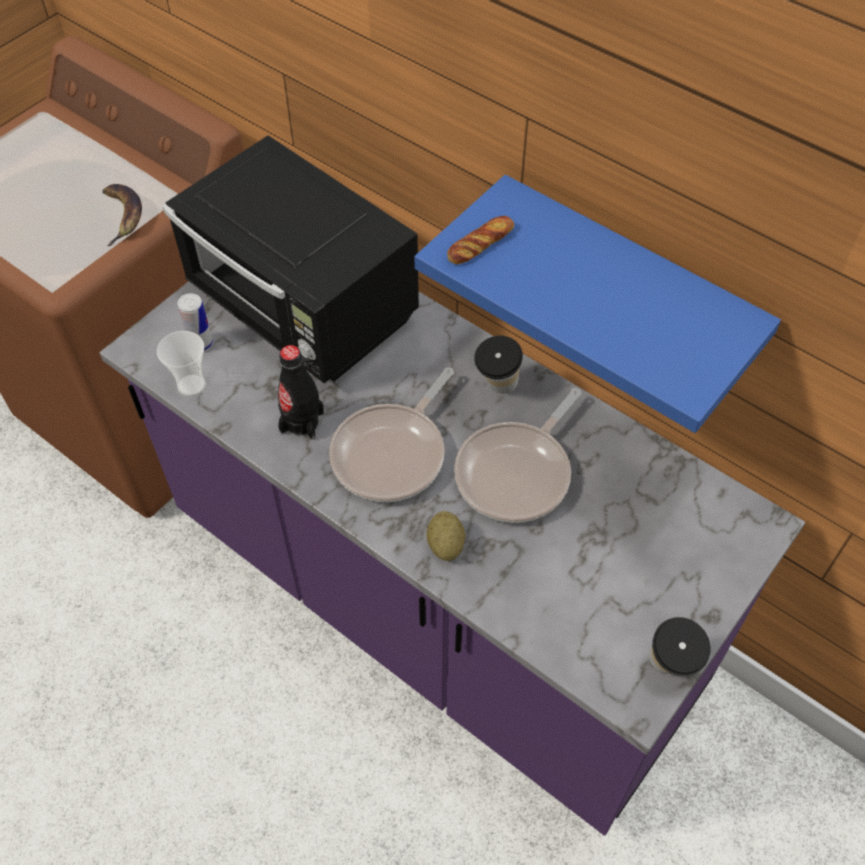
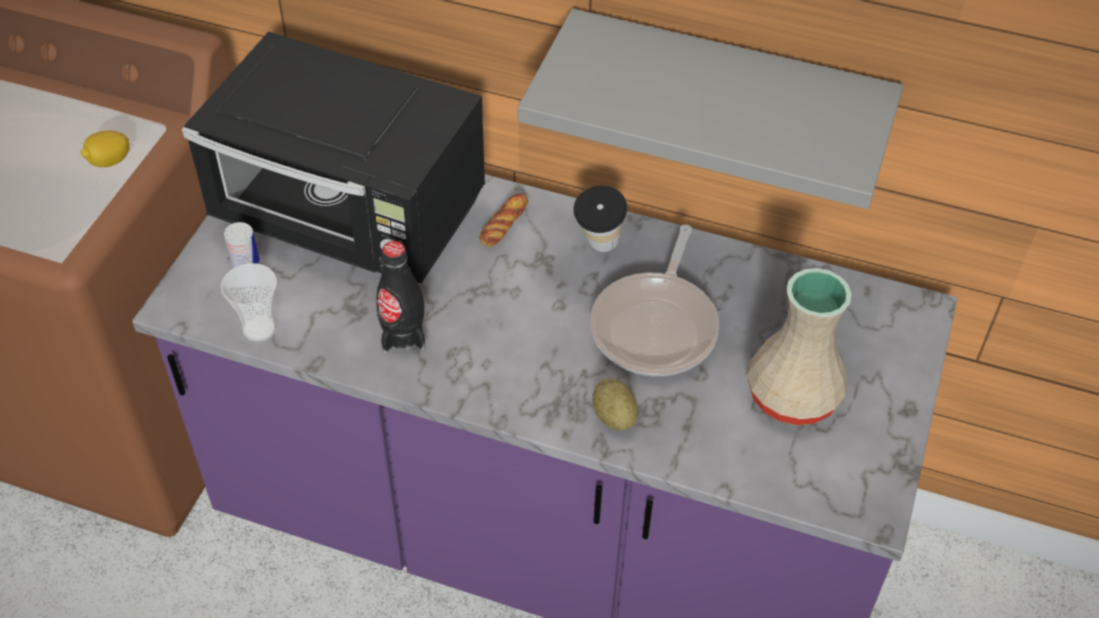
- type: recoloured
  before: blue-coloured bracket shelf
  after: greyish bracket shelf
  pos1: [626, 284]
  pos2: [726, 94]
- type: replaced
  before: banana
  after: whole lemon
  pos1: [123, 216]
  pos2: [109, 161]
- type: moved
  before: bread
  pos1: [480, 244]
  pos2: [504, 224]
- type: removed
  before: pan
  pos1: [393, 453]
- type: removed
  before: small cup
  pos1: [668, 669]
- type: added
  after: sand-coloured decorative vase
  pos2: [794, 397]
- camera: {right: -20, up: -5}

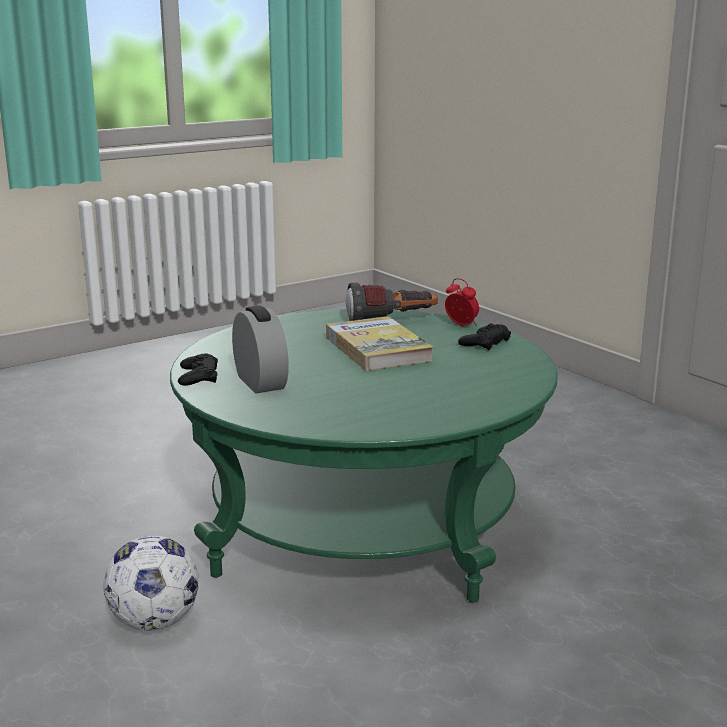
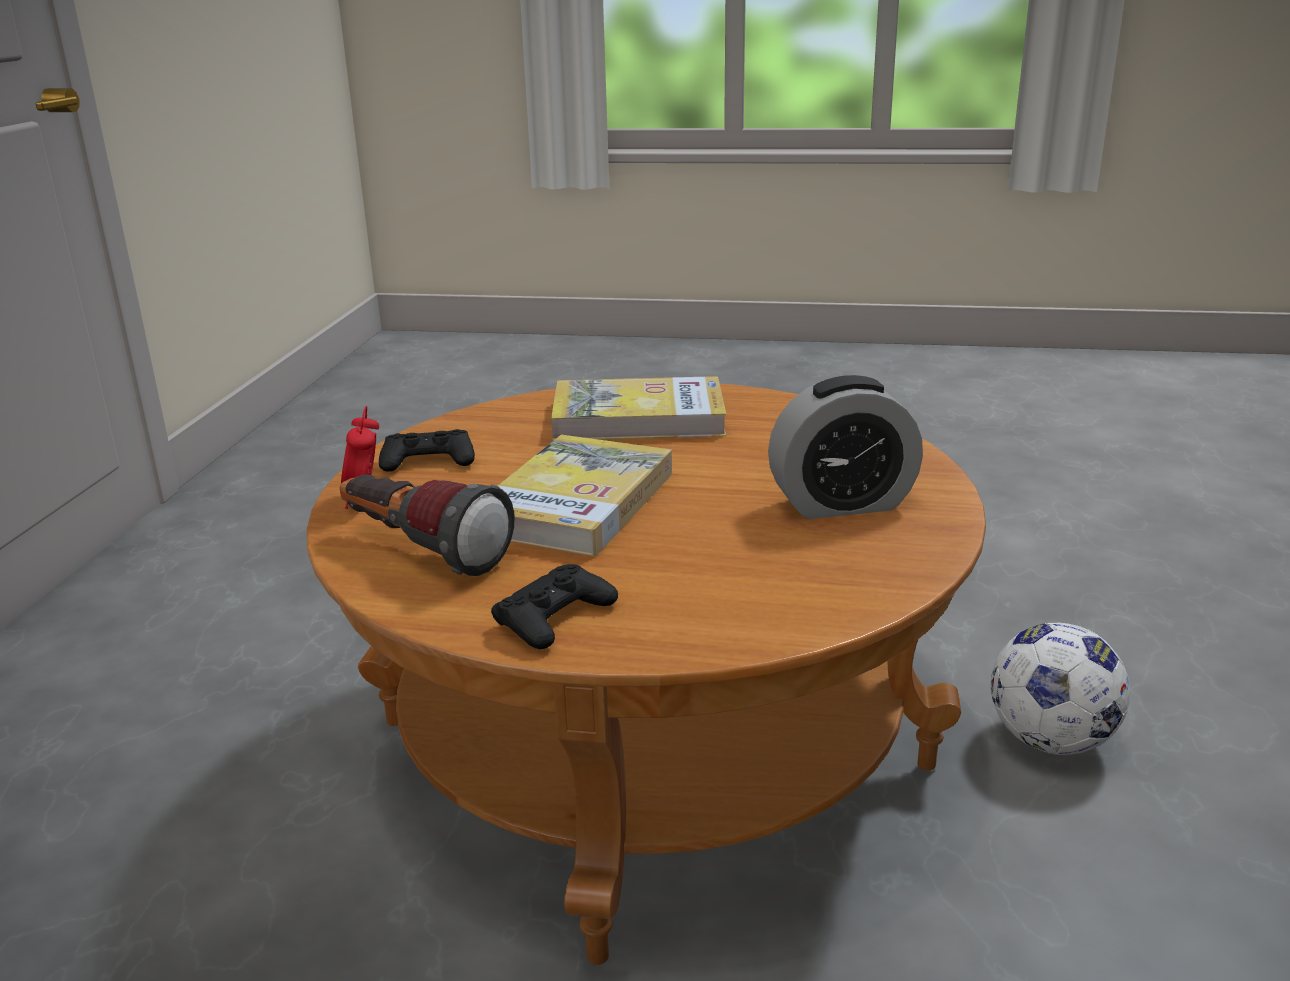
- type: turned
  before: alarm clock
  pos1: [260, 382]
  pos2: [841, 504]
  turn: -120
- type: recoloured
  before: greenish lounge table
  after: brownish lounge table
  pos1: [363, 525]
  pos2: [651, 744]
- type: moved
  before: blackish gamepad
  pos1: [198, 376]
  pos2: [554, 617]
- type: added
  after: bound book
  pos2: [638, 418]
- camera: {right: -135, up: 5}

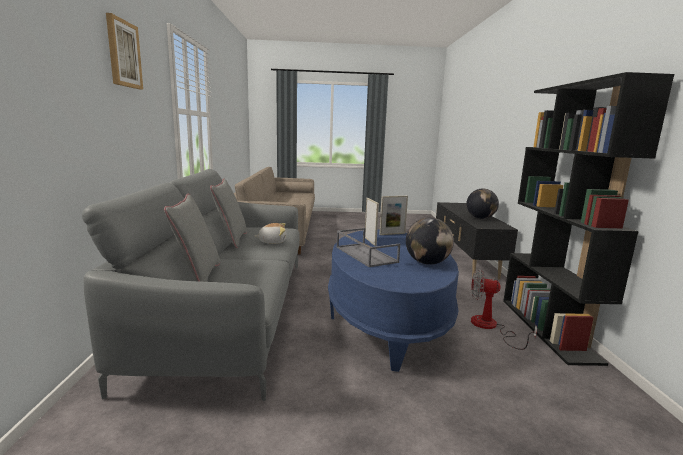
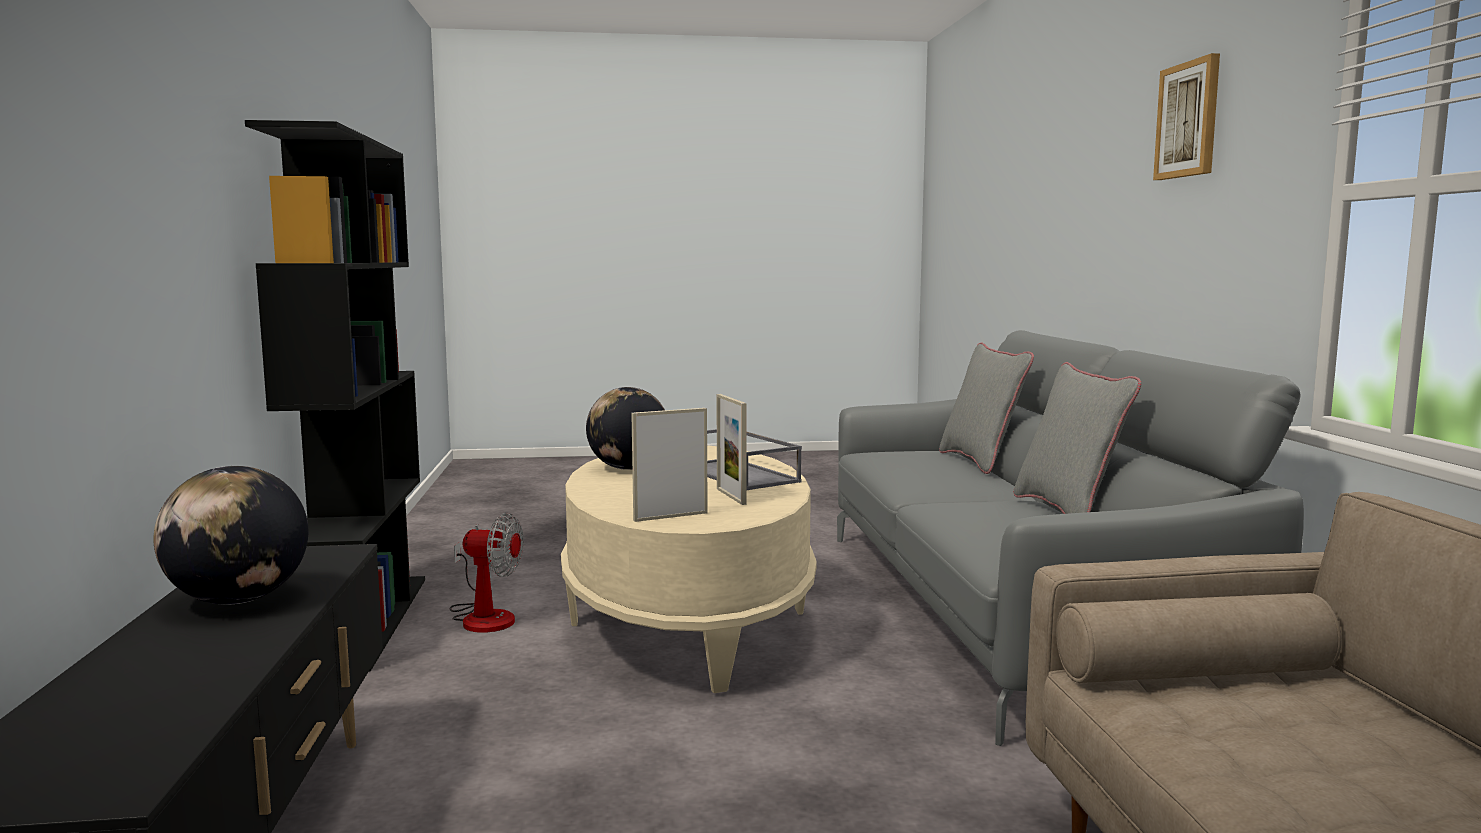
- type: removed
  before: cuddly toy
  pos1: [272, 241]
- type: recoloured
  before: blue-coloured lounge table
  after: sand-coloured lounge table
  pos1: [387, 319]
  pos2: [688, 618]
- camera: {right: 175, up: -5}

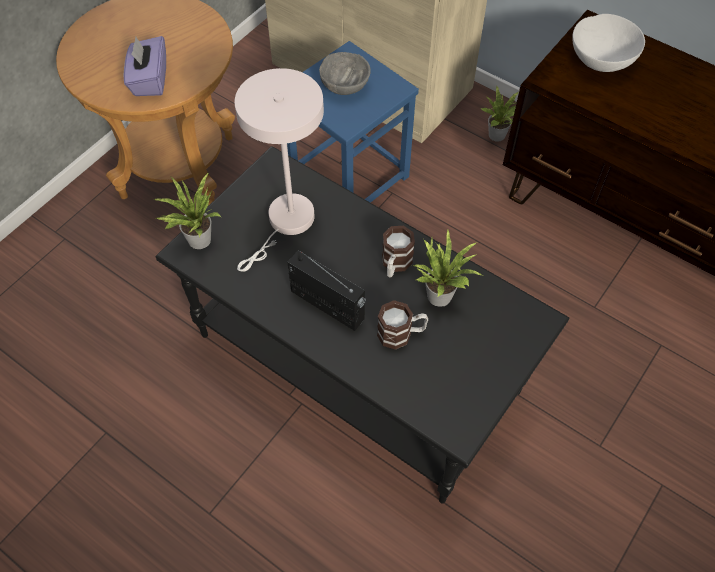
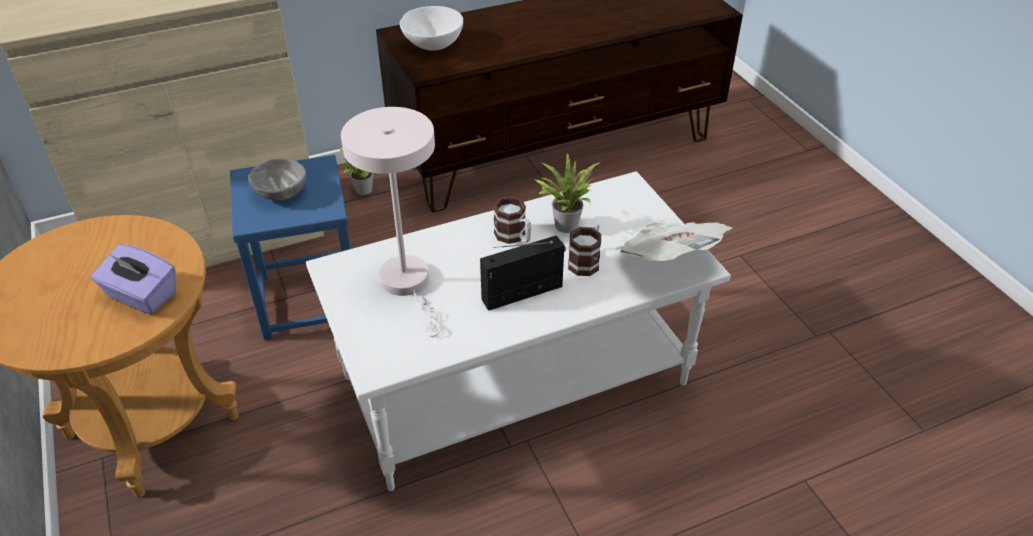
- type: recoloured
  before: blackish lounge table
  after: whitish lounge table
  pos1: [355, 365]
  pos2: [515, 383]
- type: removed
  before: potted plant
  pos1: [196, 239]
- type: added
  after: printed paper
  pos2: [668, 260]
- camera: {right: -60, up: -15}

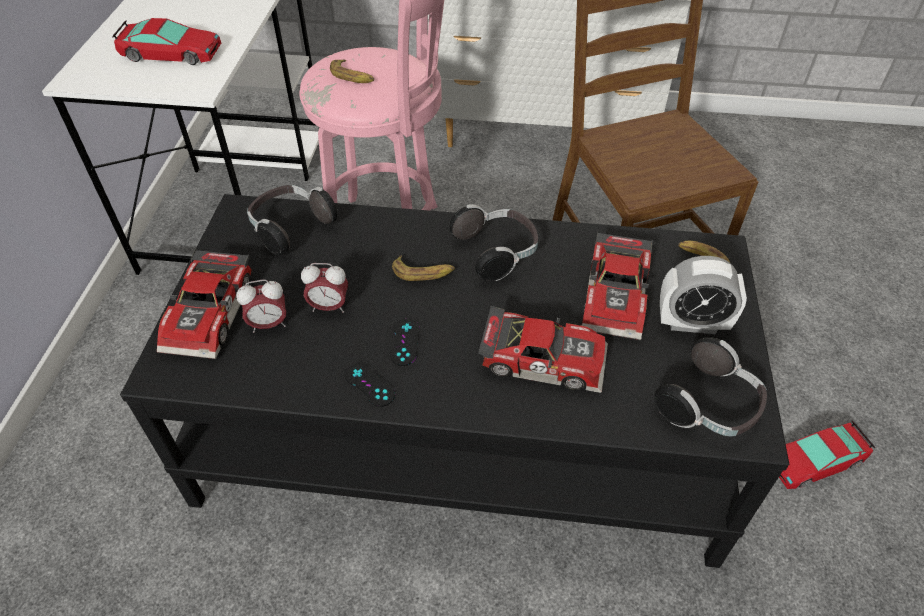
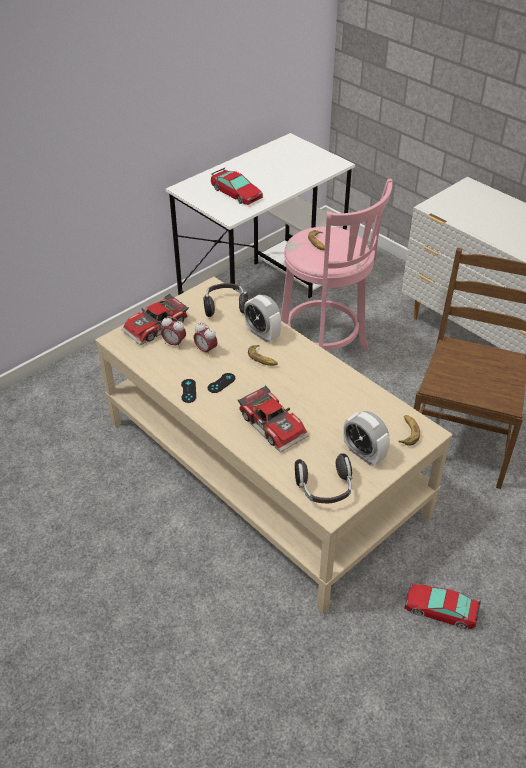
- type: recoloured
  before: blackish lounge table
  after: sand-coloured lounge table
  pos1: [463, 427]
  pos2: [263, 468]
- type: removed
  before: headphones
  pos1: [497, 252]
- type: removed
  before: miniature car
  pos1: [618, 296]
- type: added
  after: alarm clock
  pos2: [262, 334]
- camera: {right: 40, up: -5}

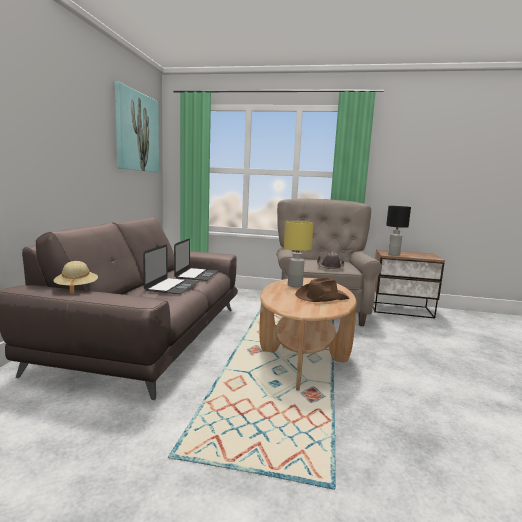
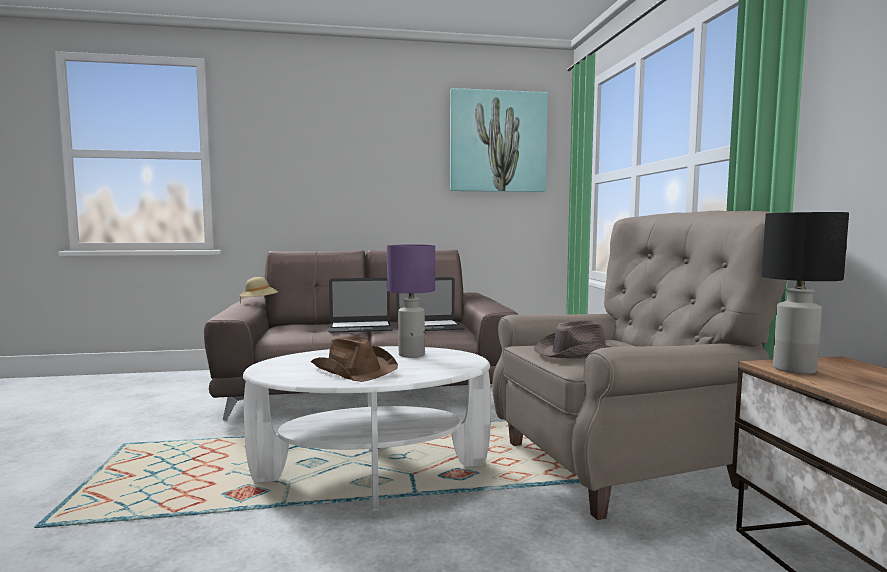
- type: recoloured
  before: yellow lamp for a table
  after: purple lamp for a table
  pos1: [294, 285]
  pos2: [411, 354]
- type: recoloured
  before: brownish lounge table
  after: whitish lounge table
  pos1: [303, 356]
  pos2: [372, 474]
- camera: {right: 70, up: -5}

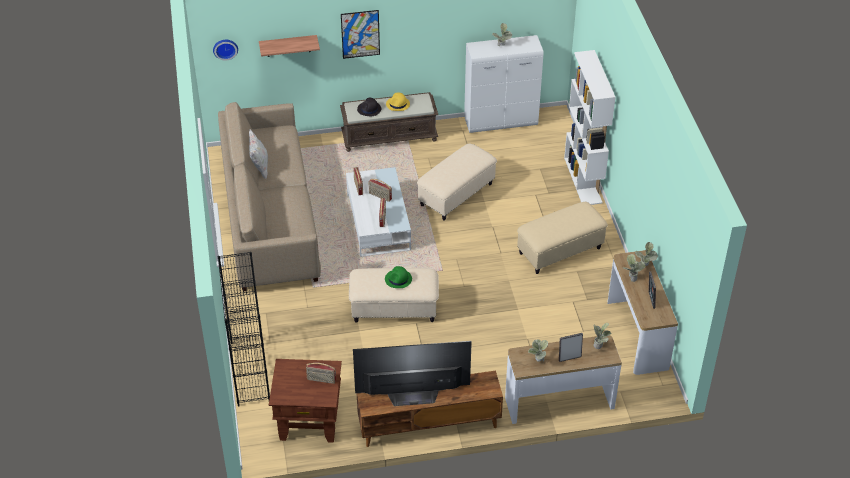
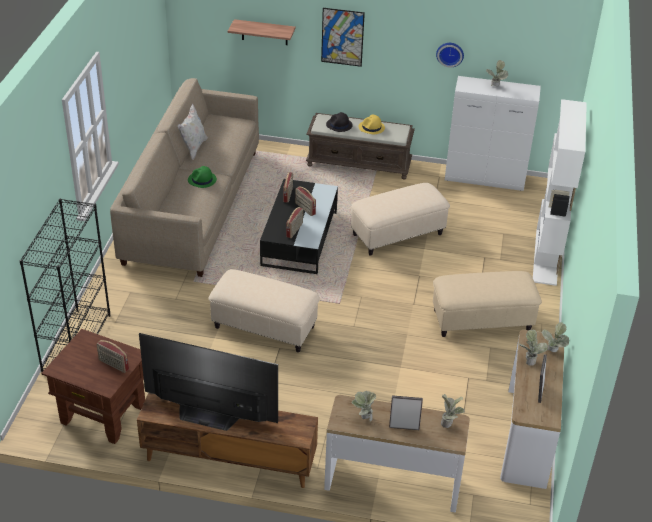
- type: moved
  before: clock on the wall
  pos1: [225, 48]
  pos2: [450, 53]
- type: recoloured
  before: whitish lounge table
  after: blackish lounge table
  pos1: [378, 222]
  pos2: [299, 238]
- type: moved
  before: greenish hat
  pos1: [398, 279]
  pos2: [202, 180]
- camera: {right: 20, up: -5}

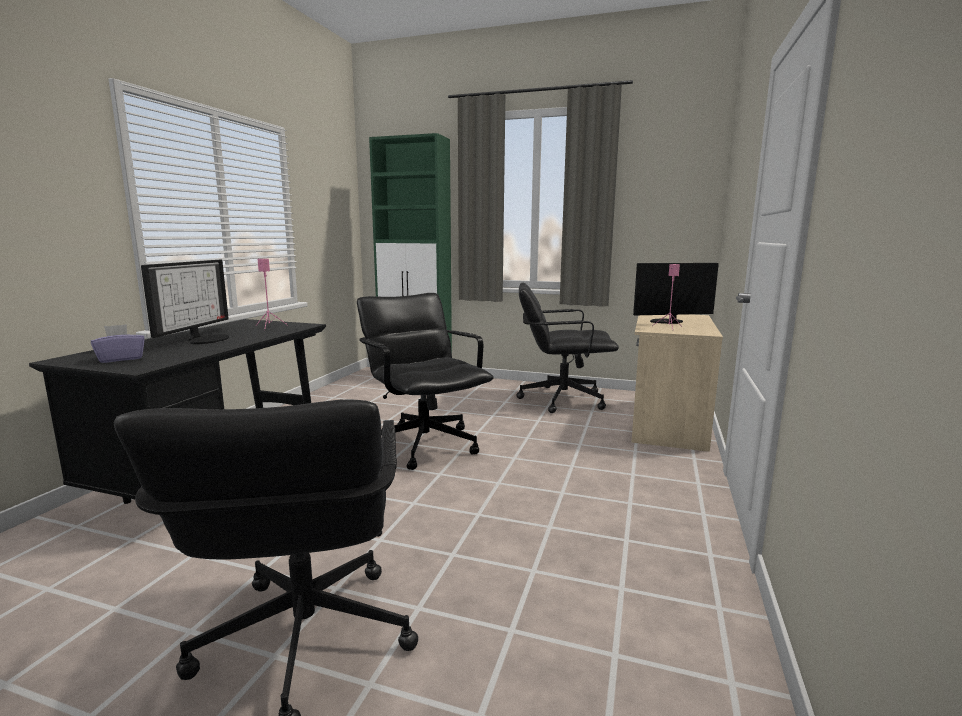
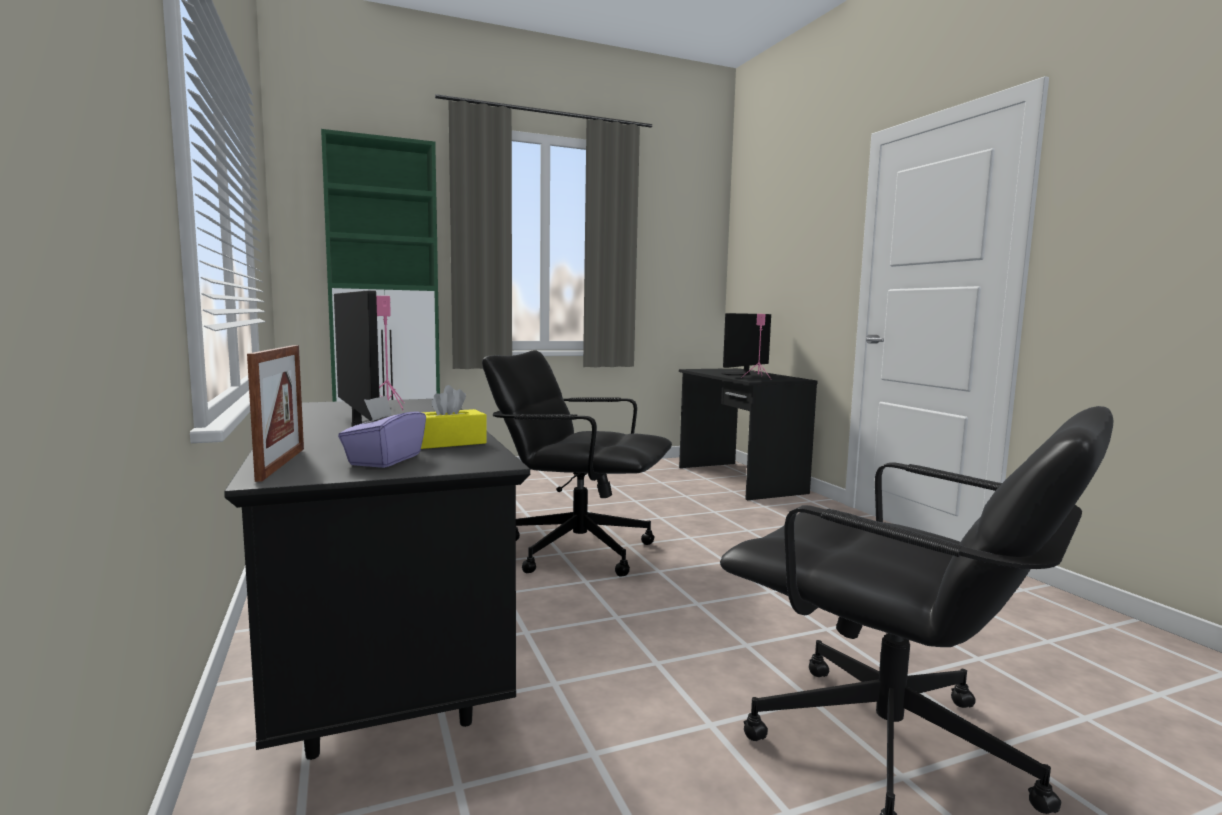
- type: removed
  before: blackish desk chair
  pos1: [561, 399]
- type: recoloured
  before: sand-coloured desk
  after: blackish desk
  pos1: [666, 423]
  pos2: [738, 480]
- type: added
  after: photo frame
  pos2: [281, 463]
- type: added
  after: yellow tissue box
  pos2: [448, 443]
- camera: {right: -40, up: -5}

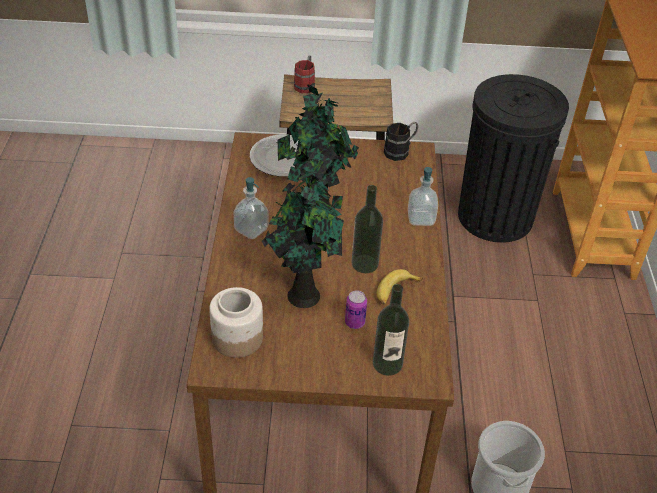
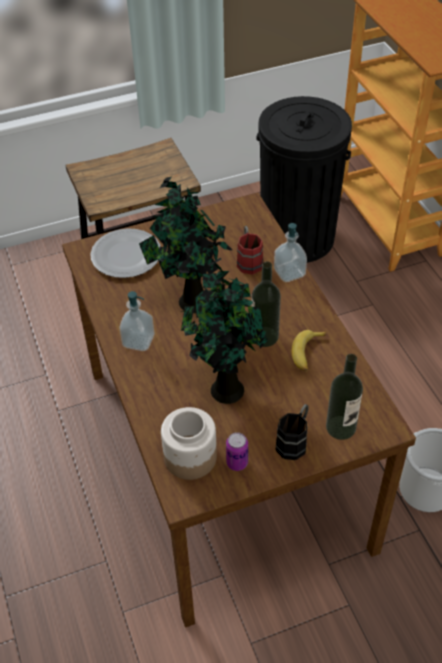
- type: moved
  before: red tea mug
  pos1: [305, 84]
  pos2: [248, 260]
- type: moved
  before: blackish tea mug
  pos1: [400, 151]
  pos2: [294, 441]
- type: moved
  before: can
  pos1: [354, 322]
  pos2: [237, 463]
- camera: {right: -20, up: 5}

